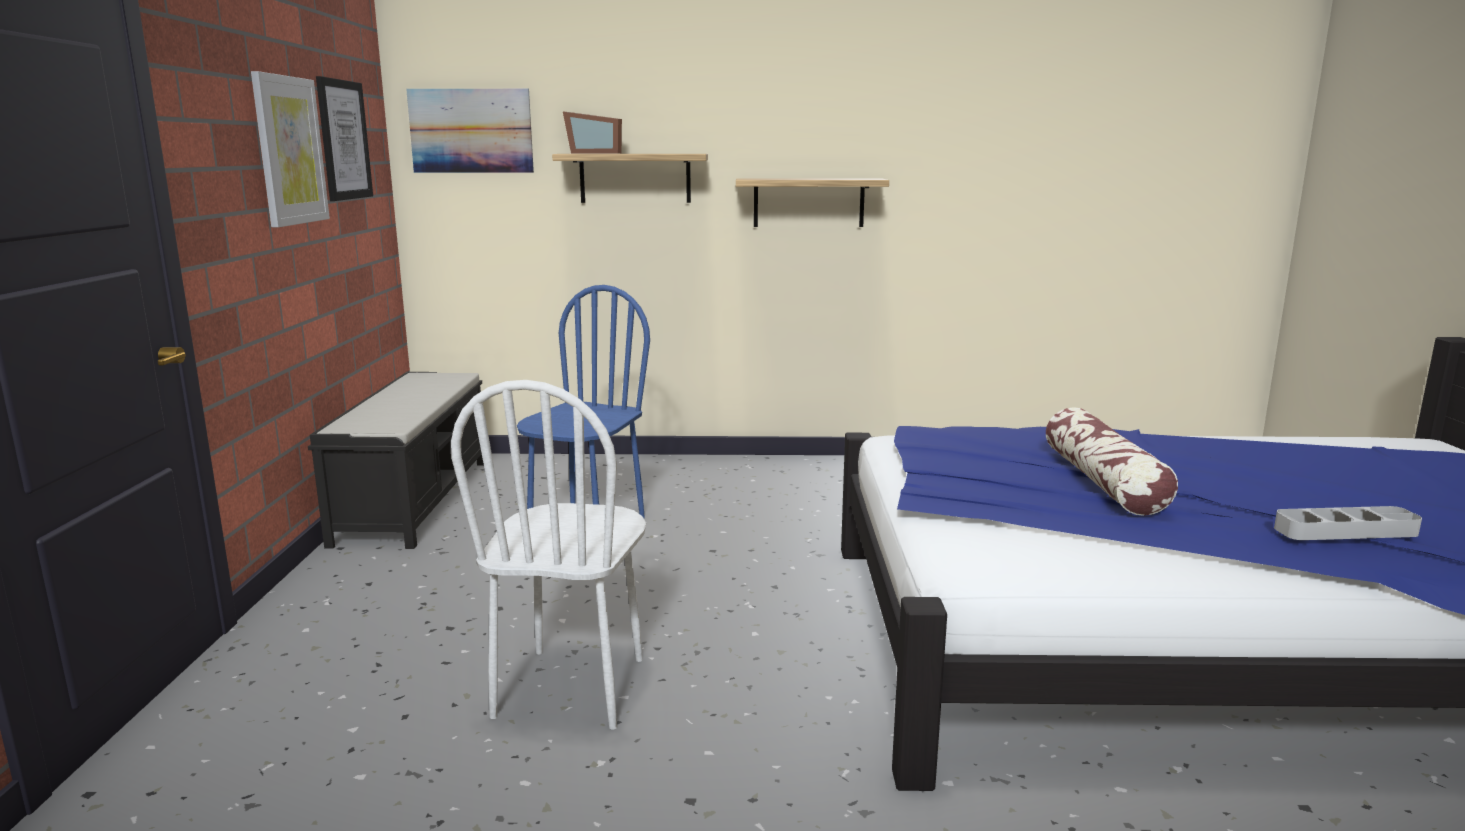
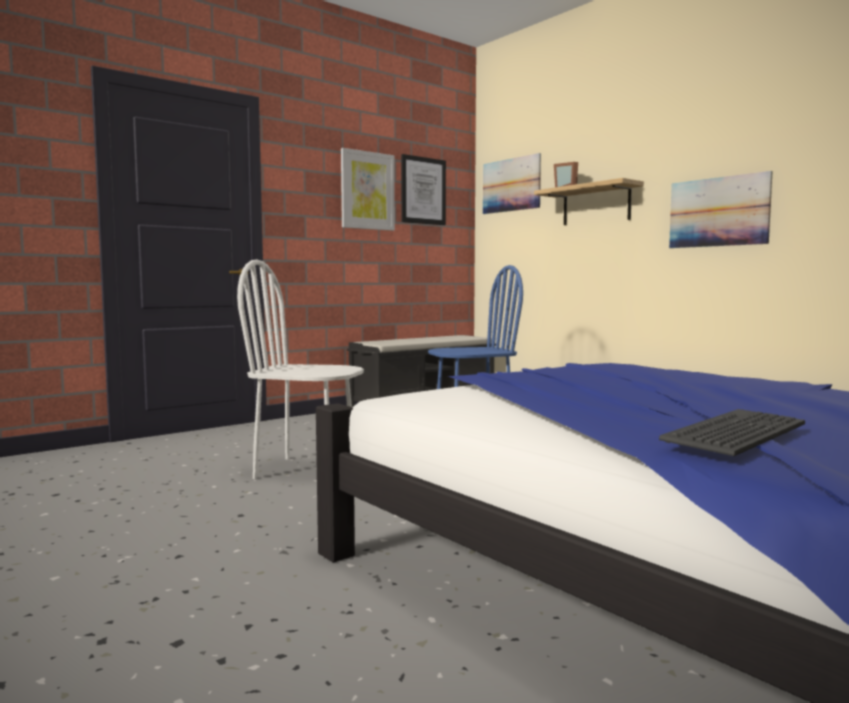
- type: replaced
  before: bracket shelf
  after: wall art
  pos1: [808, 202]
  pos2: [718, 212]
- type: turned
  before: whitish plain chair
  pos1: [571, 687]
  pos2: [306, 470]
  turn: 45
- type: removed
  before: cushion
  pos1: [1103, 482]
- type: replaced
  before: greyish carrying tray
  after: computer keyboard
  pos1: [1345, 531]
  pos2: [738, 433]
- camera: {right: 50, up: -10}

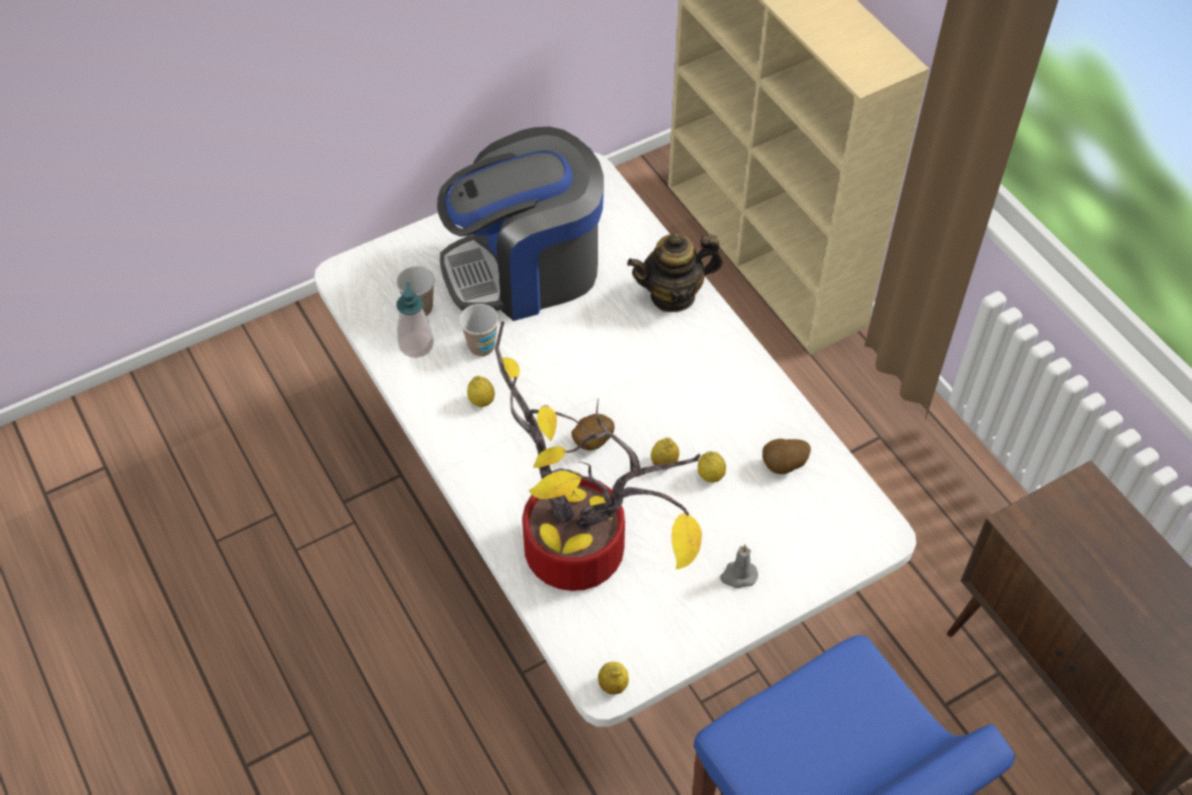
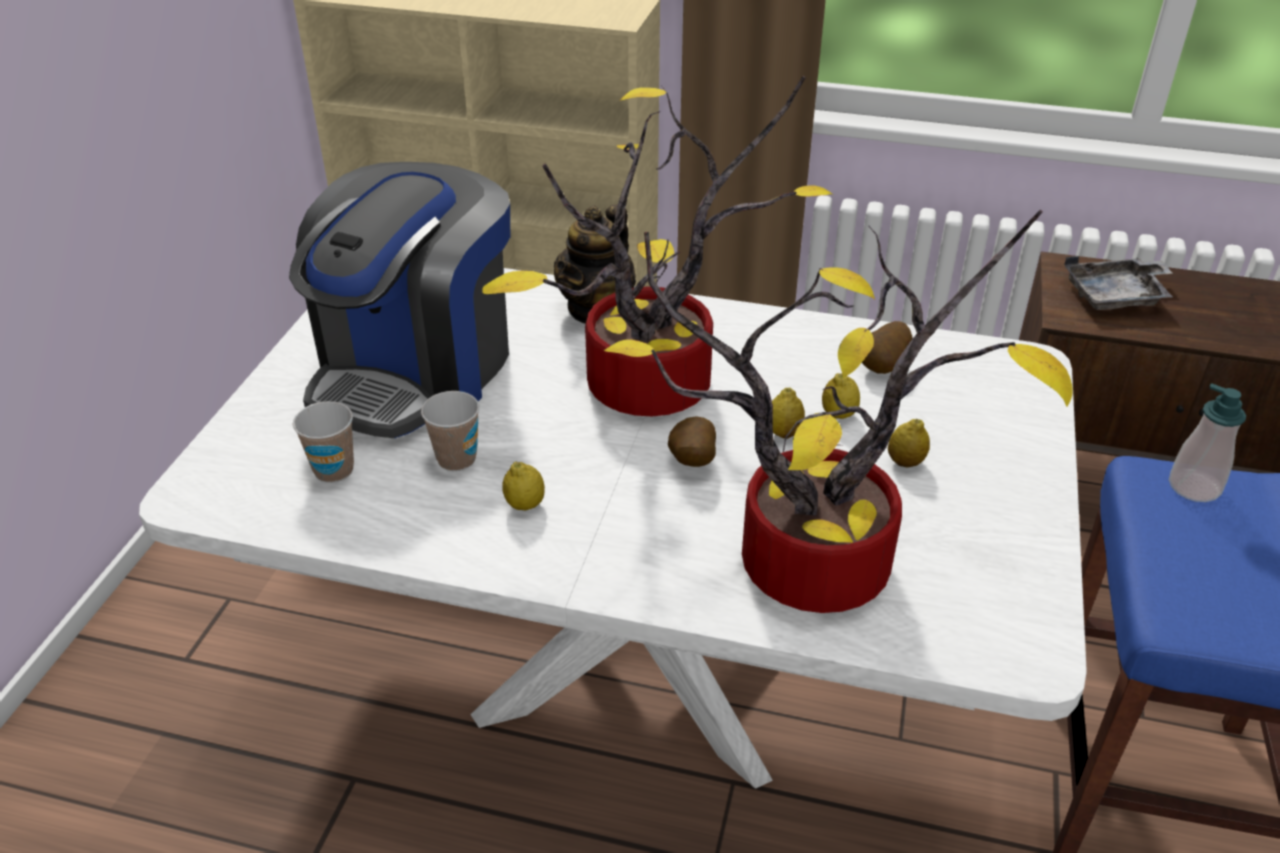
- type: moved
  before: soap bottle
  pos1: [416, 345]
  pos2: [1194, 487]
- type: removed
  before: greyish wax candle
  pos1: [738, 575]
- type: moved
  before: whole lemon
  pos1: [613, 685]
  pos2: [905, 462]
- type: added
  after: potted plant
  pos2: [648, 392]
- type: added
  after: greyish carrying tray
  pos2: [1116, 296]
- camera: {right: -45, up: -15}

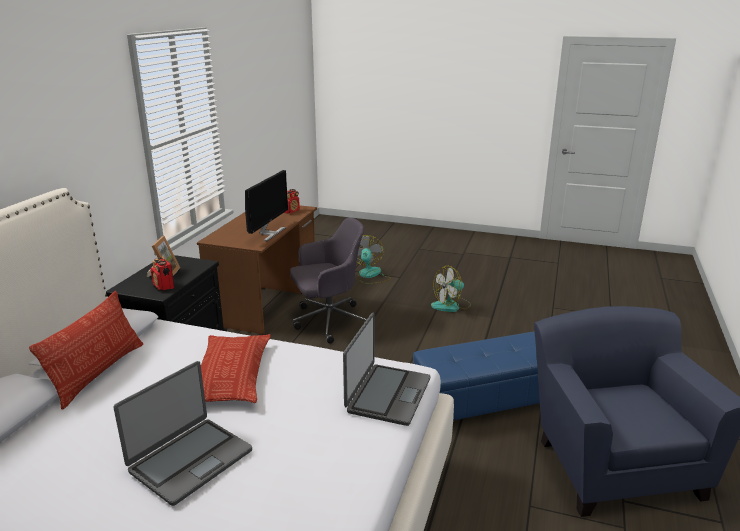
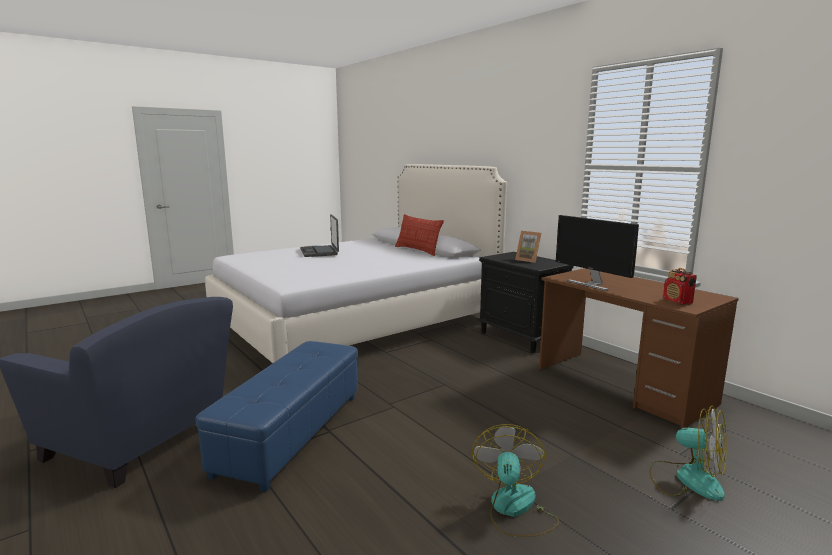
- type: removed
  before: greyish desk chair
  pos1: [328, 321]
- type: removed
  before: radio set
  pos1: [164, 286]
- type: removed
  before: notebook computer
  pos1: [387, 395]
- type: removed
  before: cushion
  pos1: [231, 375]
- camera: {right: 125, up: -10}

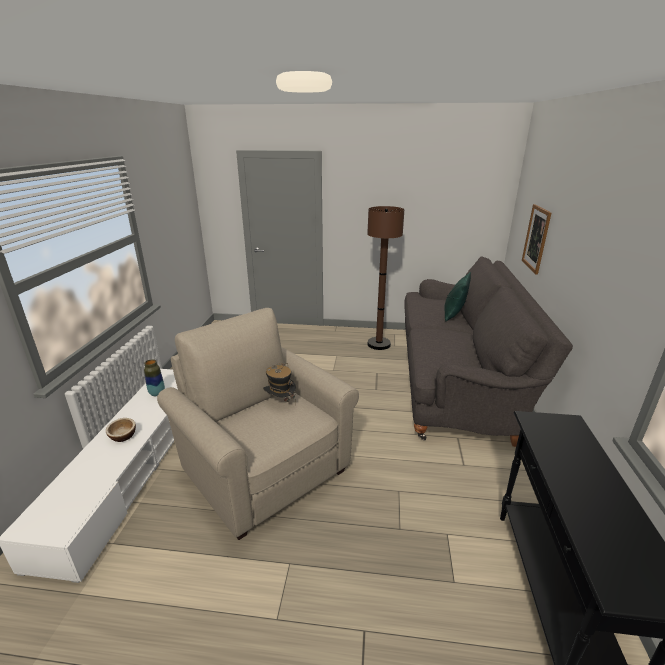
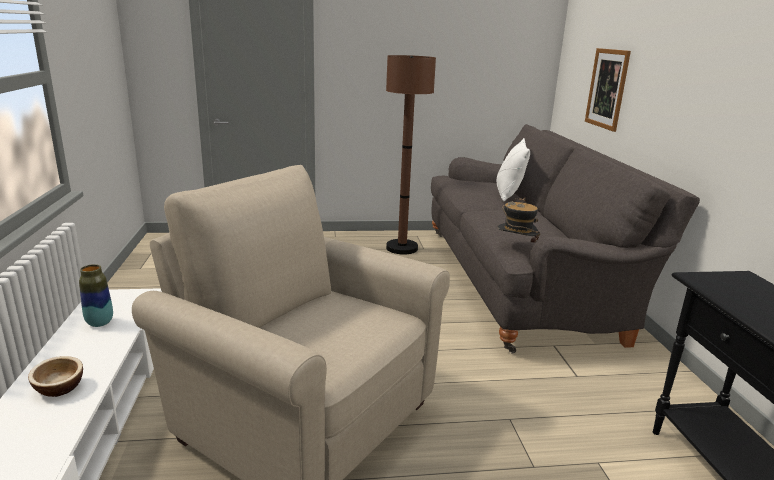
- type: recoloured
  before: greenish cushion
  after: whitish cushion
  pos1: [454, 315]
  pos2: [508, 195]
- type: moved
  before: hat
  pos1: [280, 402]
  pos2: [515, 248]
- camera: {right: -15, up: -5}

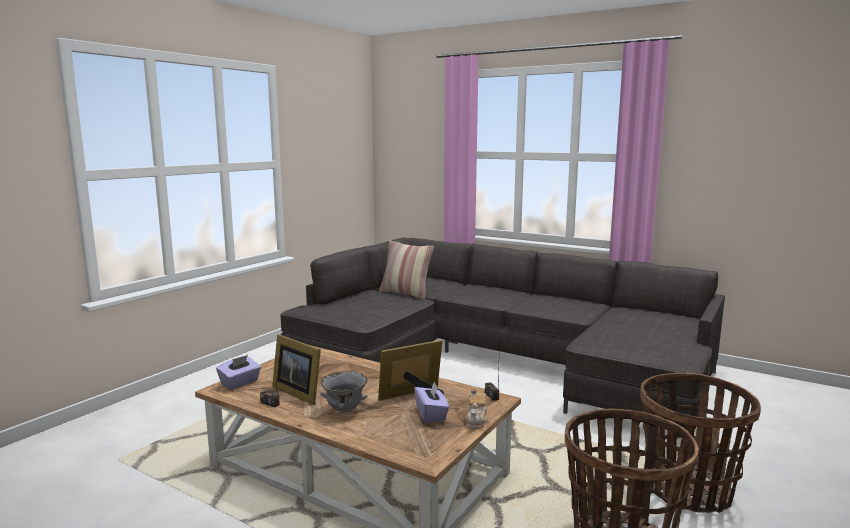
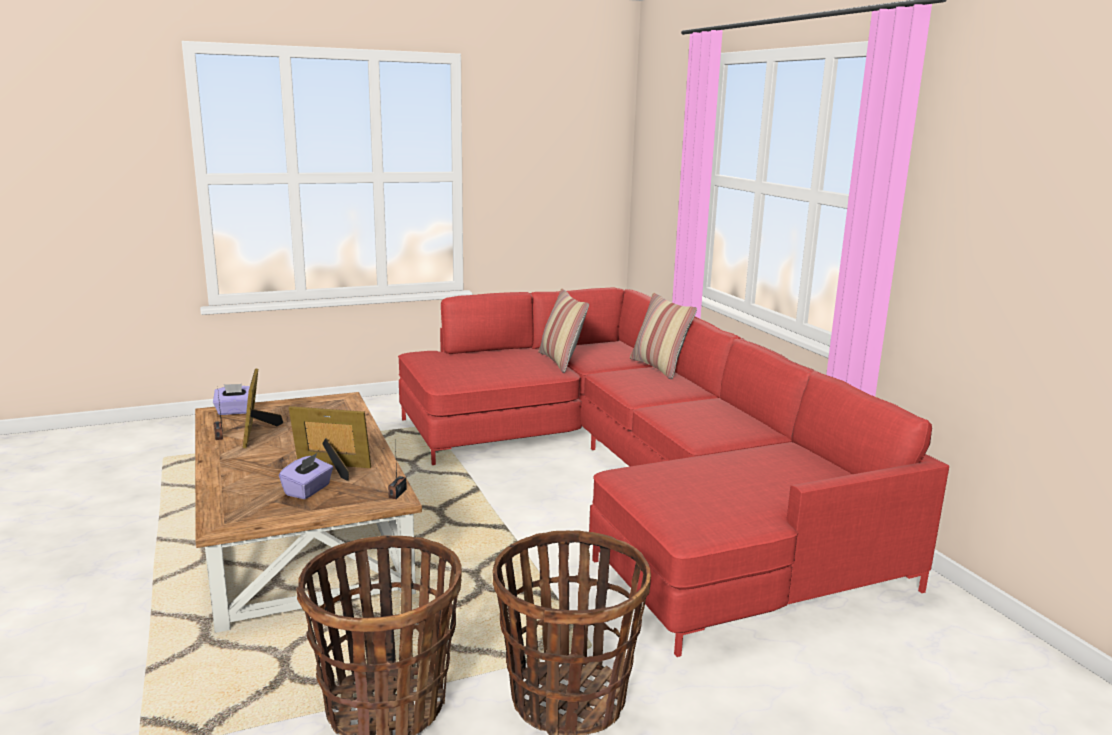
- type: recoloured
  before: greyish couch
  after: red couch
  pos1: [497, 360]
  pos2: [633, 477]
- type: removed
  before: greyish deep dish
  pos1: [344, 410]
- type: removed
  before: teapot
  pos1: [476, 421]
- type: added
  after: cushion
  pos2: [659, 367]
- camera: {right: 35, up: 5}

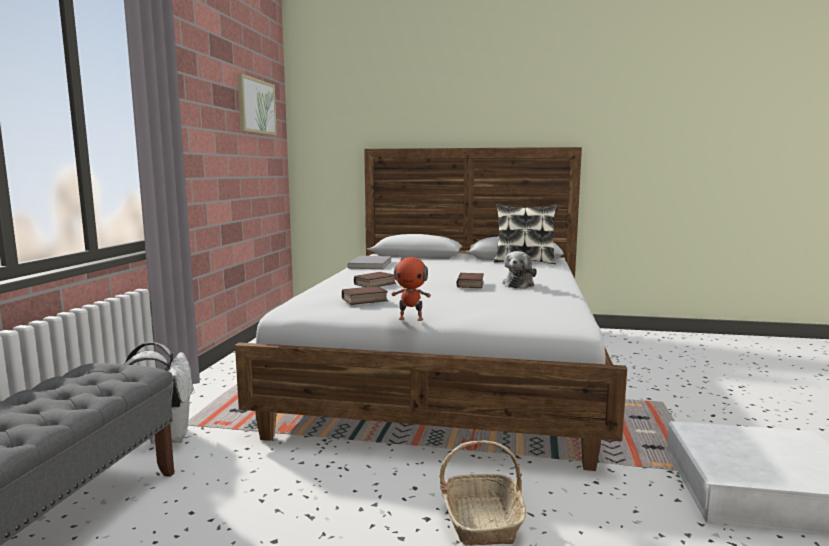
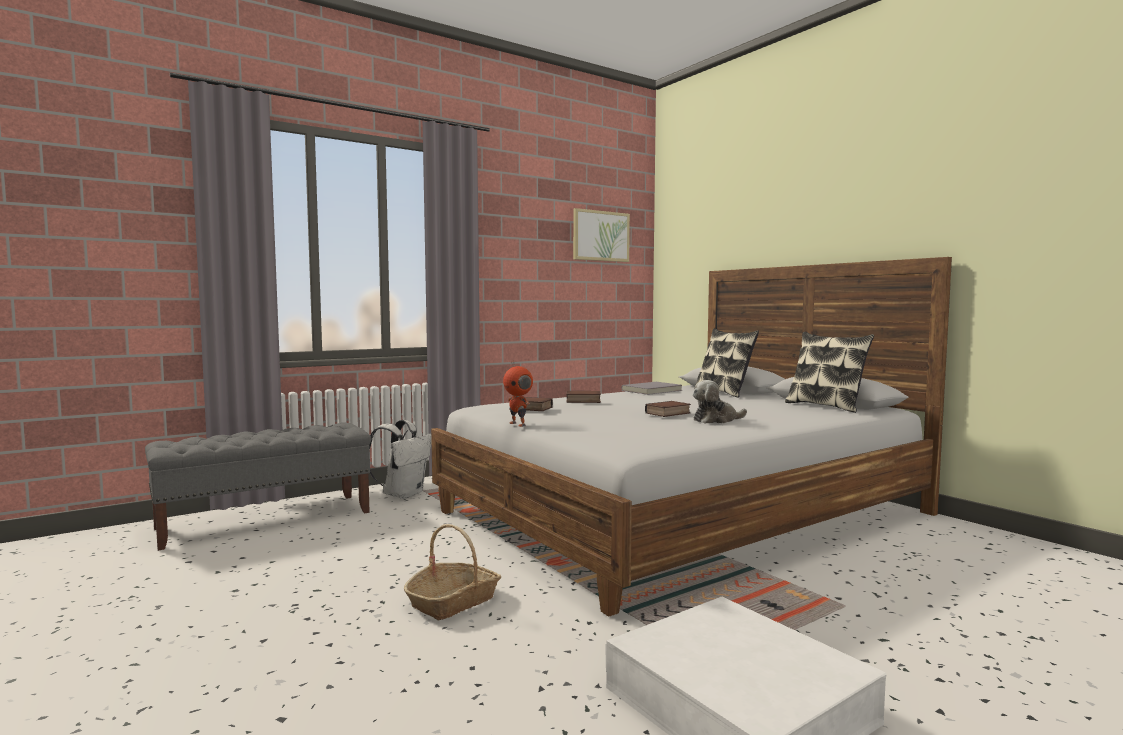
- type: added
  after: cushion
  pos2: [724, 392]
- camera: {right: 45, up: -5}

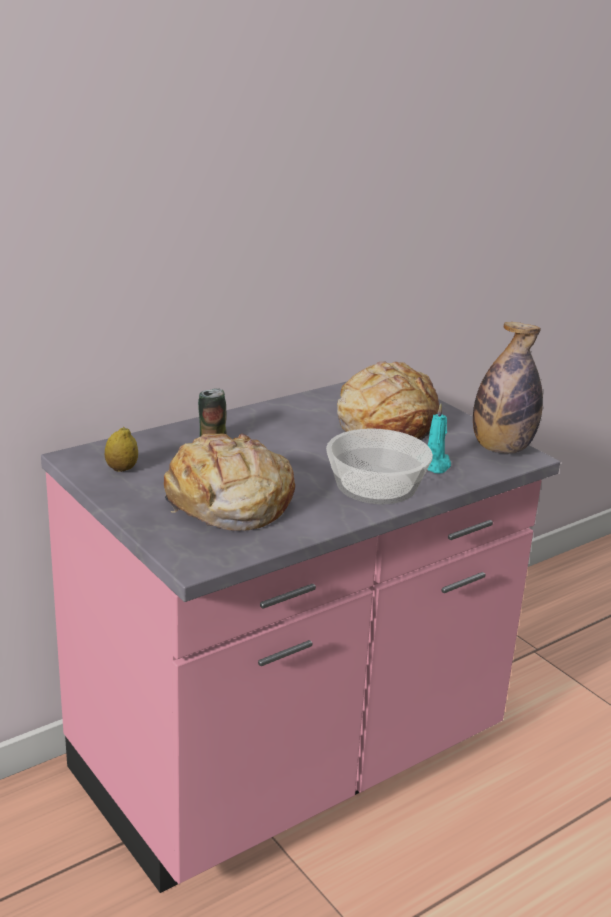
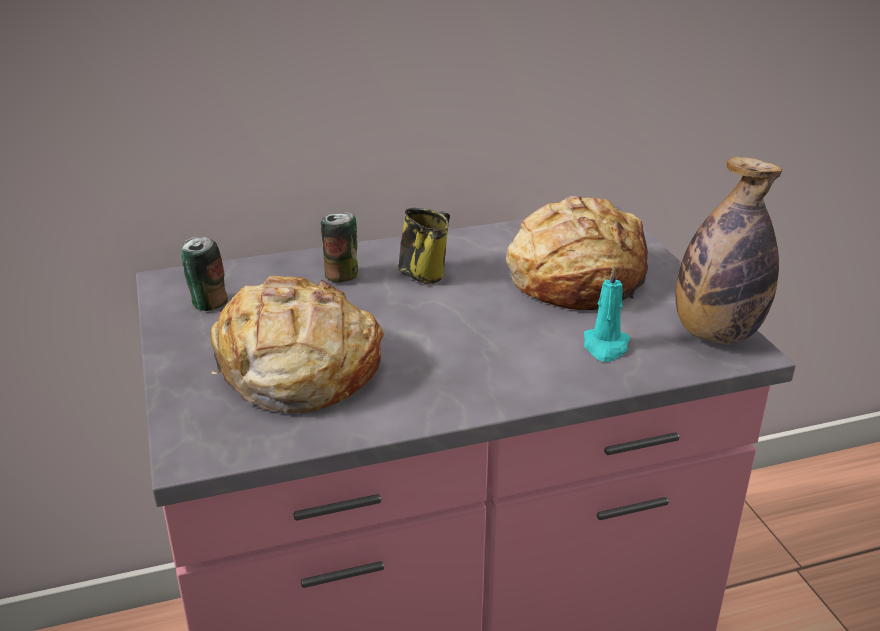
- type: replaced
  before: whole lemon
  after: can
  pos1: [121, 469]
  pos2: [208, 303]
- type: removed
  before: deep dish
  pos1: [376, 485]
- type: added
  after: tea mug
  pos2: [425, 273]
- camera: {right: 20, up: 5}

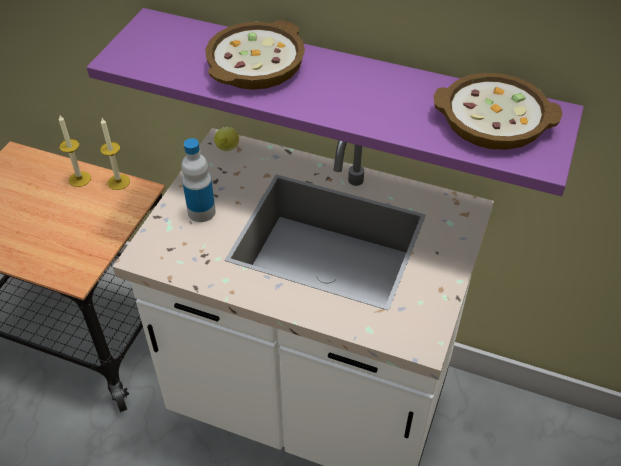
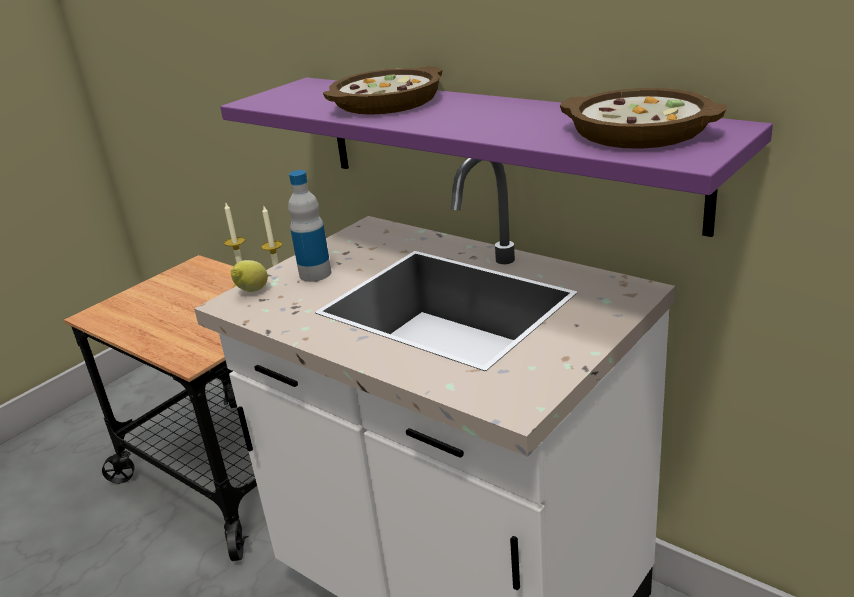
- type: moved
  before: whole lemon
  pos1: [227, 150]
  pos2: [251, 292]
- camera: {right: 20, up: -20}

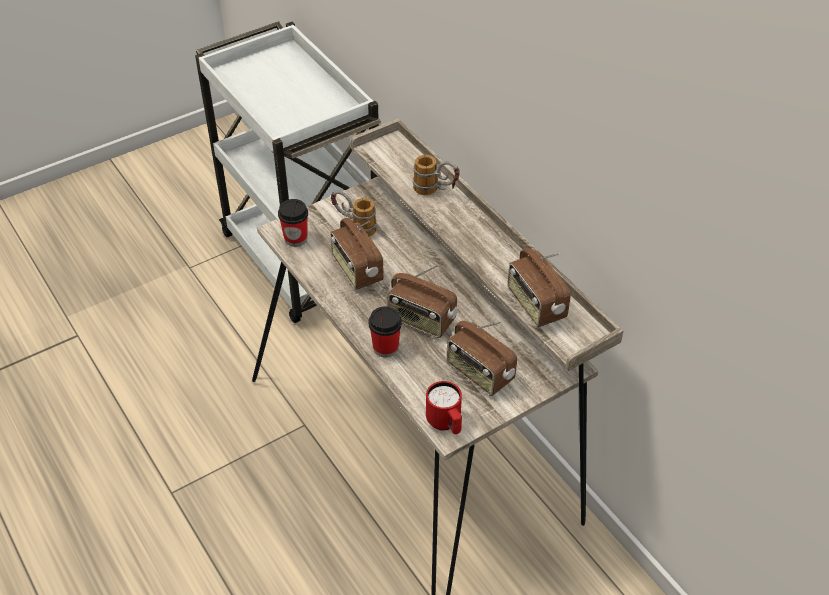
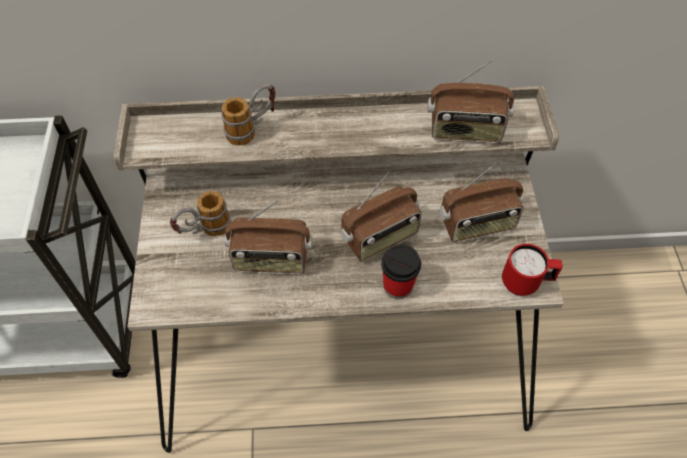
- type: removed
  before: small cup
  pos1: [295, 238]
- camera: {right: -60, up: 10}

